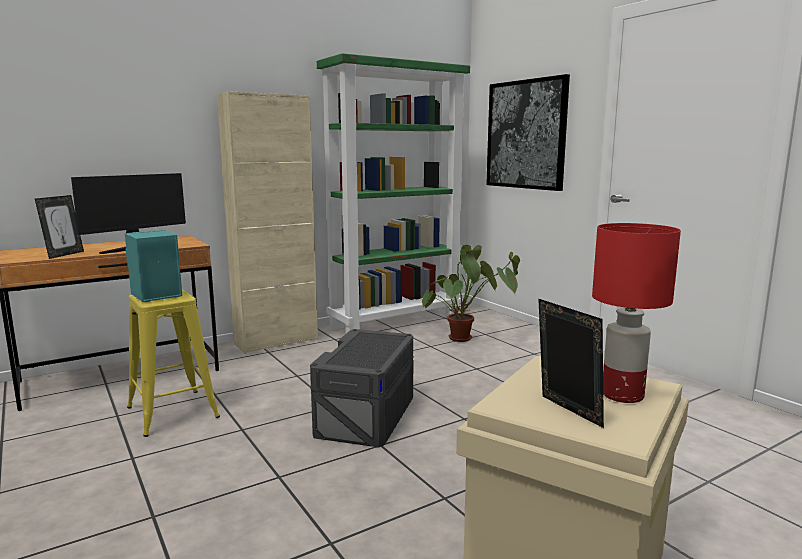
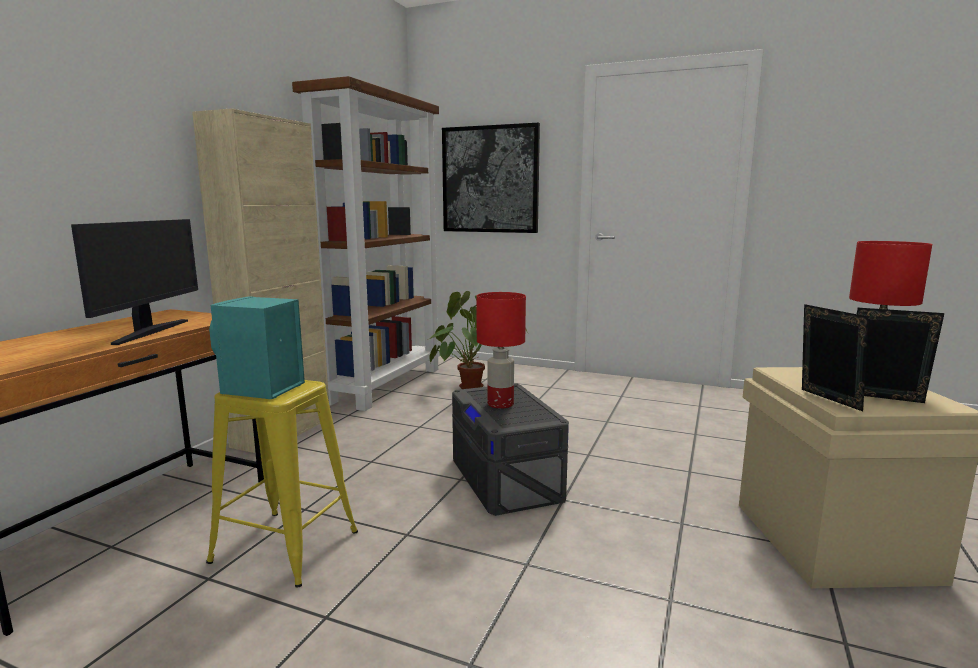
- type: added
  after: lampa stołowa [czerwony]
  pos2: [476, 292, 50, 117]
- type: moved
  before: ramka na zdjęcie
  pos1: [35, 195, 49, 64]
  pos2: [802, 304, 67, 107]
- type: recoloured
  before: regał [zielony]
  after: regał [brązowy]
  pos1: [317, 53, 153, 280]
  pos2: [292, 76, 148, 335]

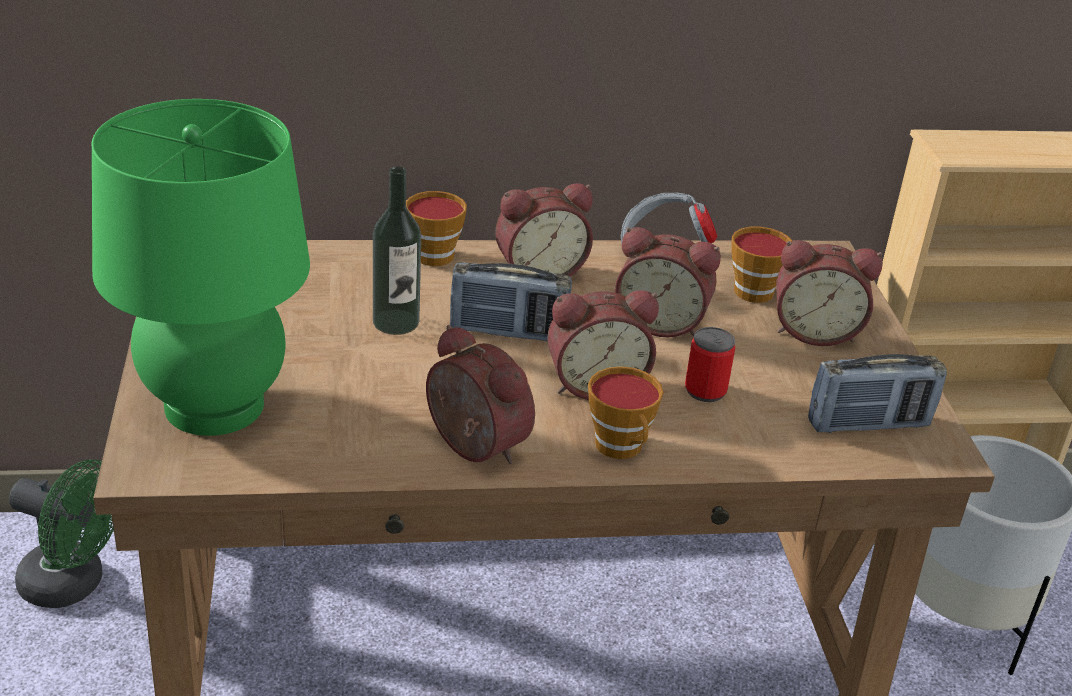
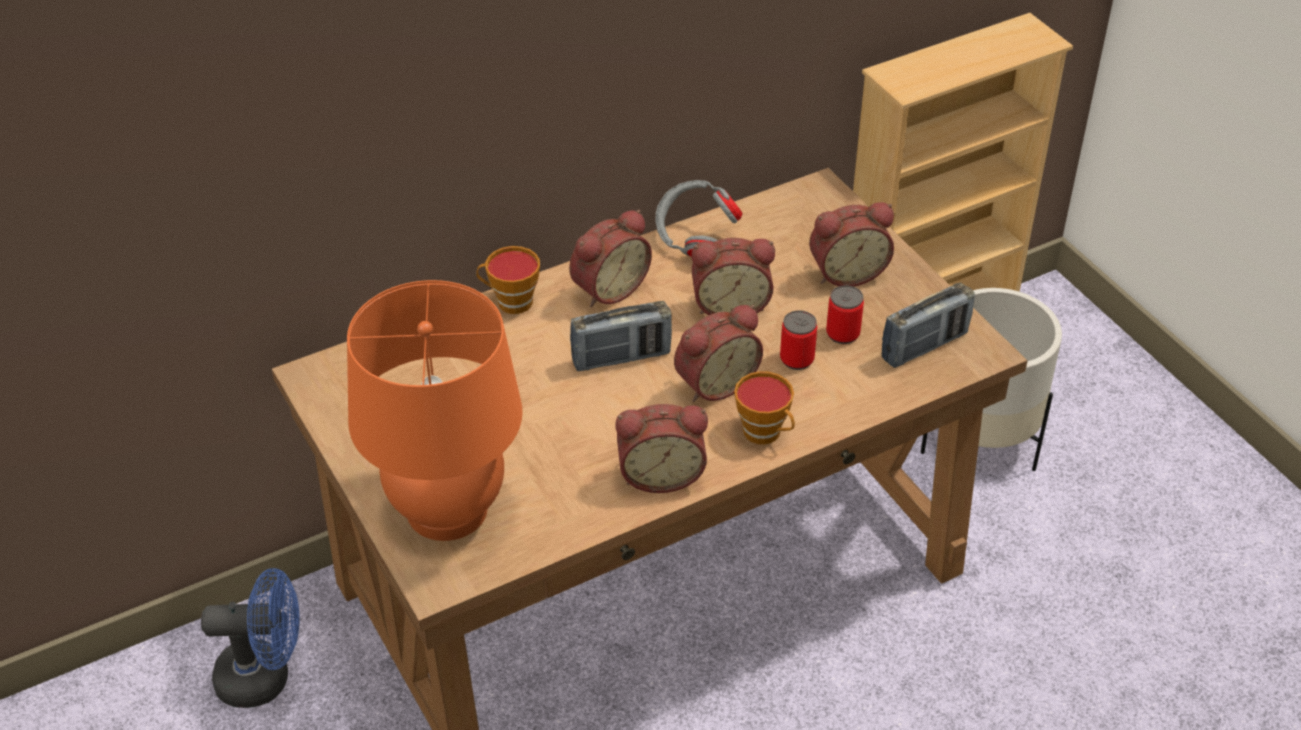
- type: removed
  before: butelka
  pos1: [373, 167, 48, 168]
- type: removed
  before: filiżanka
  pos1: [732, 227, 60, 76]
- type: added
  after: puszka
  pos2: [826, 285, 38, 59]
- type: recoloured
  before: wentylator [zielony]
  after: wentylator [niebieski]
  pos1: [9, 459, 105, 149]
  pos2: [201, 568, 98, 140]
- type: recoloured
  before: lampa stołowa [zielony]
  after: lampa stołowa [pomarańczowy]
  pos1: [92, 99, 218, 337]
  pos2: [347, 280, 175, 261]
- type: turned
  before: budzik
  pos1: [426, 325, 109, 139]
  pos2: [615, 404, 93, 89]
  turn: 150

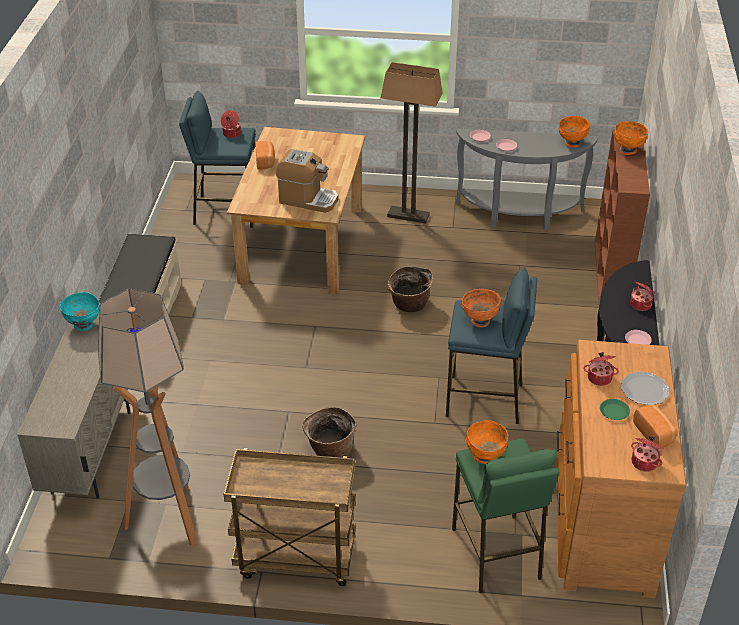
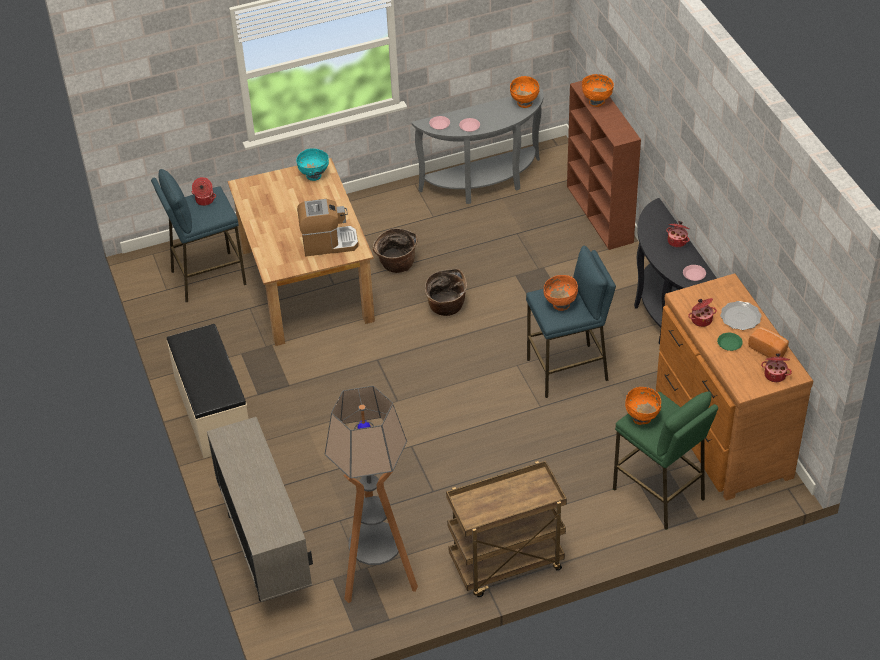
- type: removed
  before: chleb
  pos1: [256, 141, 19, 29]
- type: removed
  before: lampa stojąca
  pos1: [381, 62, 62, 162]
- type: moved
  before: miska [turkusowy]
  pos1: [60, 292, 39, 39]
  pos2: [296, 148, 33, 33]
- type: moved
  before: koszyk
  pos1: [302, 407, 55, 51]
  pos2: [373, 228, 45, 45]

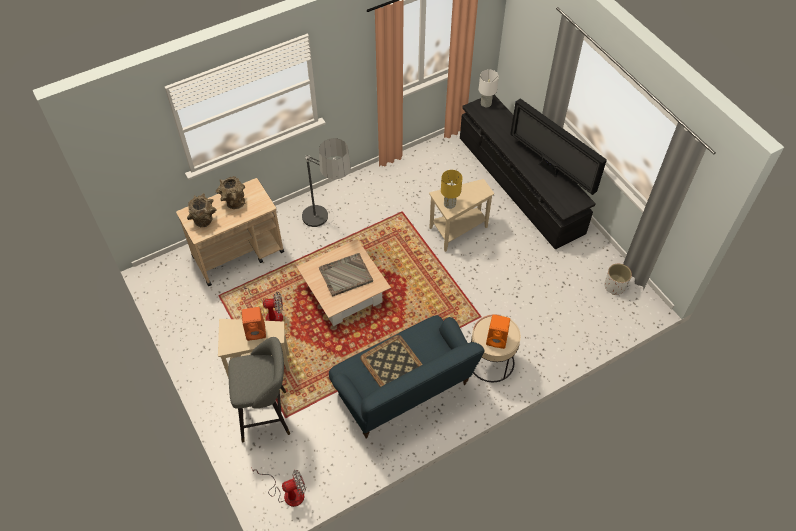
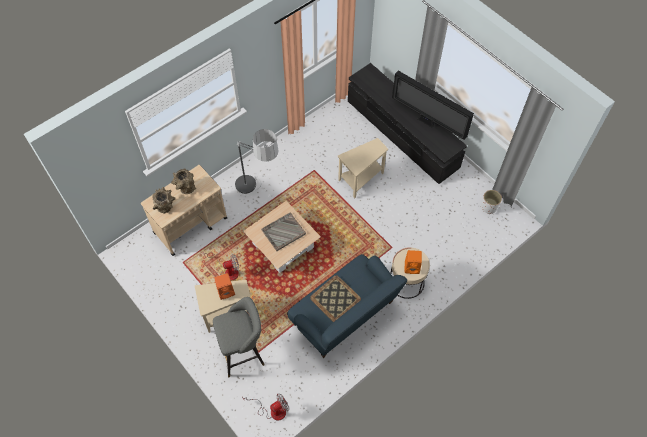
- type: removed
  before: lampa stołowa [żółty]
  pos1: [441, 170, 21, 39]
- type: removed
  before: lampa stołowa [biały]
  pos1: [479, 70, 20, 37]

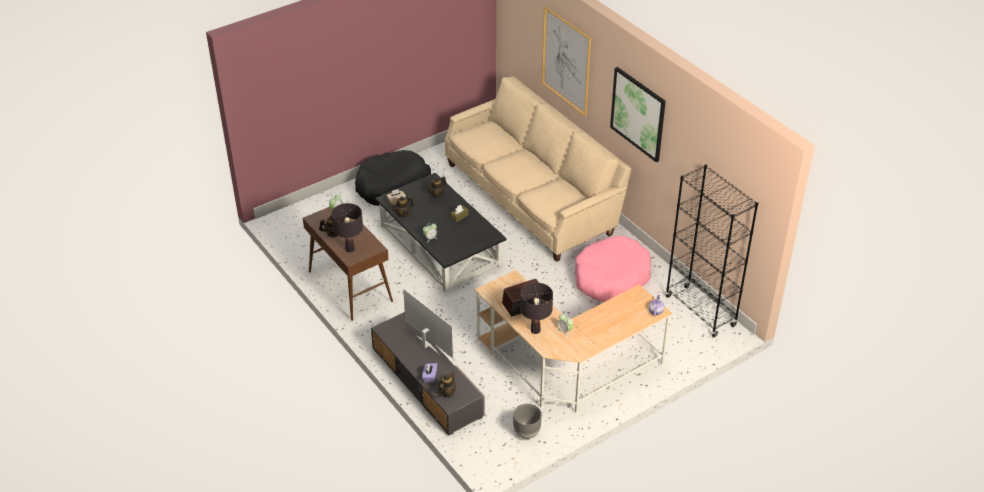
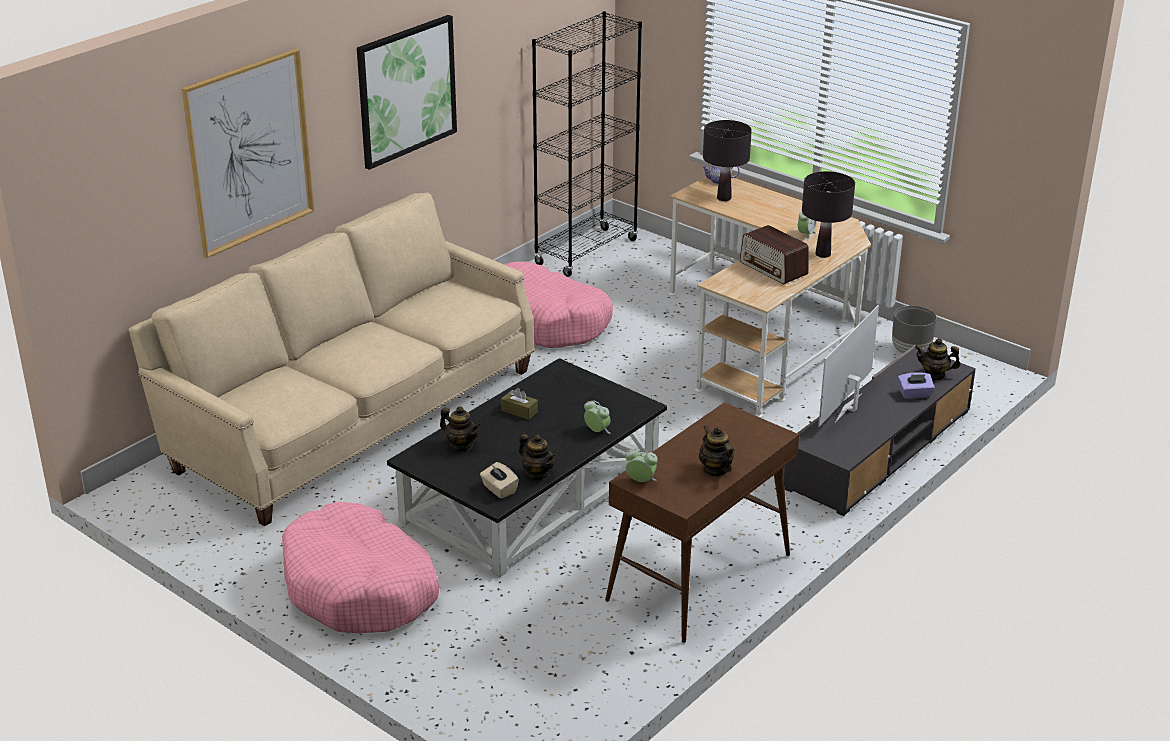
- type: moved
  before: lampa stołowa [czarny]
  pos1: [331, 203, 32, 49]
  pos2: [703, 120, 49, 81]
- type: recoloured
  before: legowisko [czarny]
  after: legowisko [różowy]
  pos1: [355, 150, 76, 56]
  pos2: [282, 502, 157, 131]

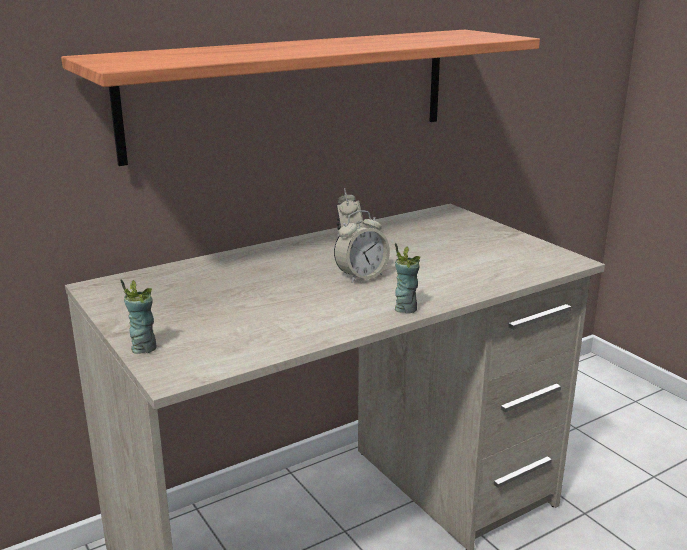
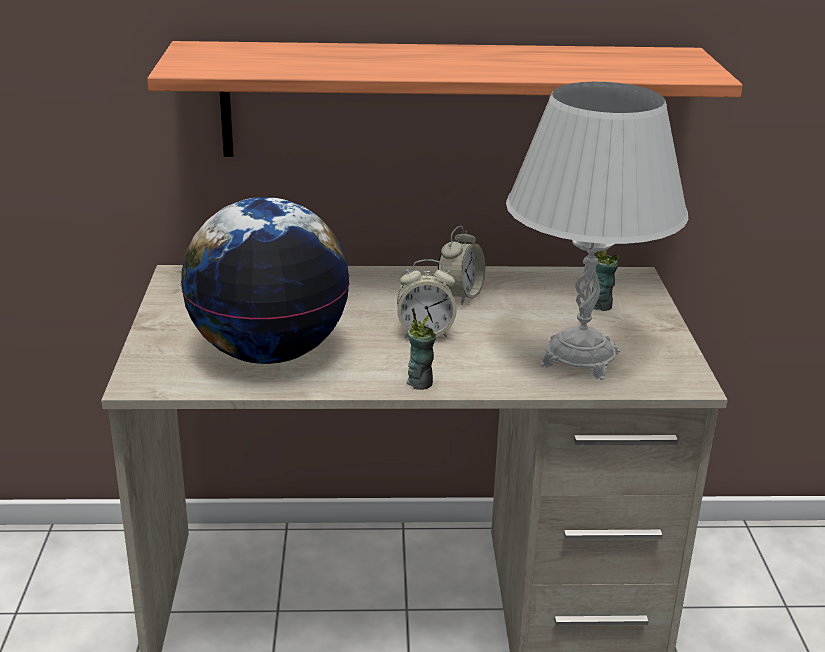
- type: added
  after: globus
  pos2: [181, 197, 169, 167]
- type: added
  after: lampa stołowa [biały]
  pos2: [506, 82, 182, 298]
- type: moved
  before: filiżanka
  pos1: [120, 279, 37, 75]
  pos2: [590, 250, 30, 61]

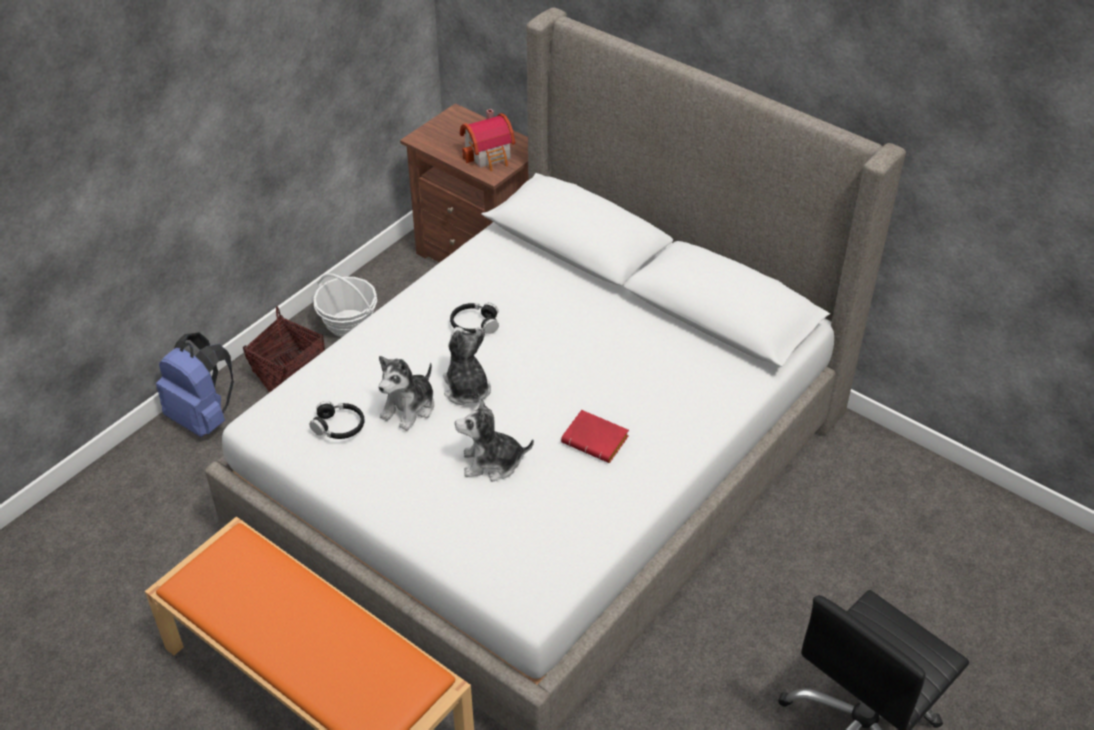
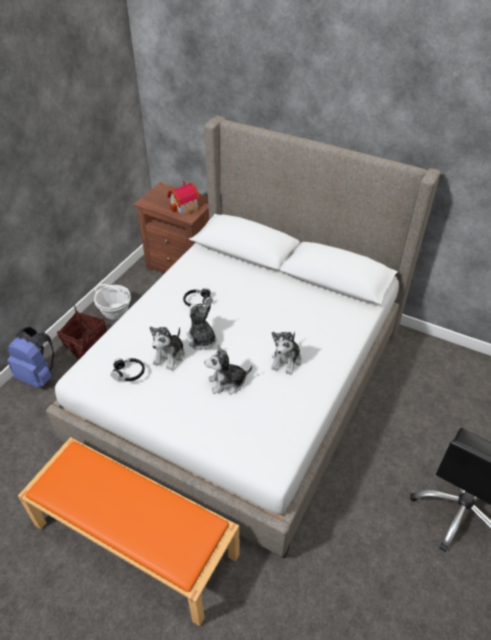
- type: replaced
  before: książka [czerwony]
  after: pluszak
  pos1: [561, 410, 68, 53]
  pos2: [271, 331, 30, 44]

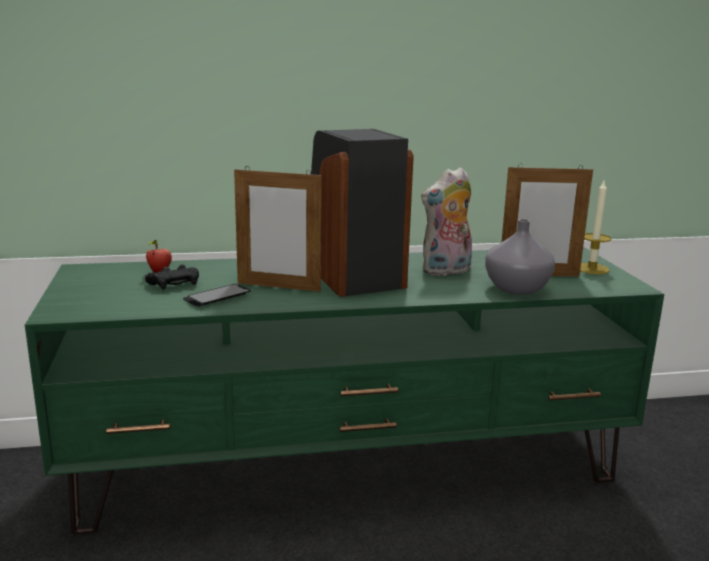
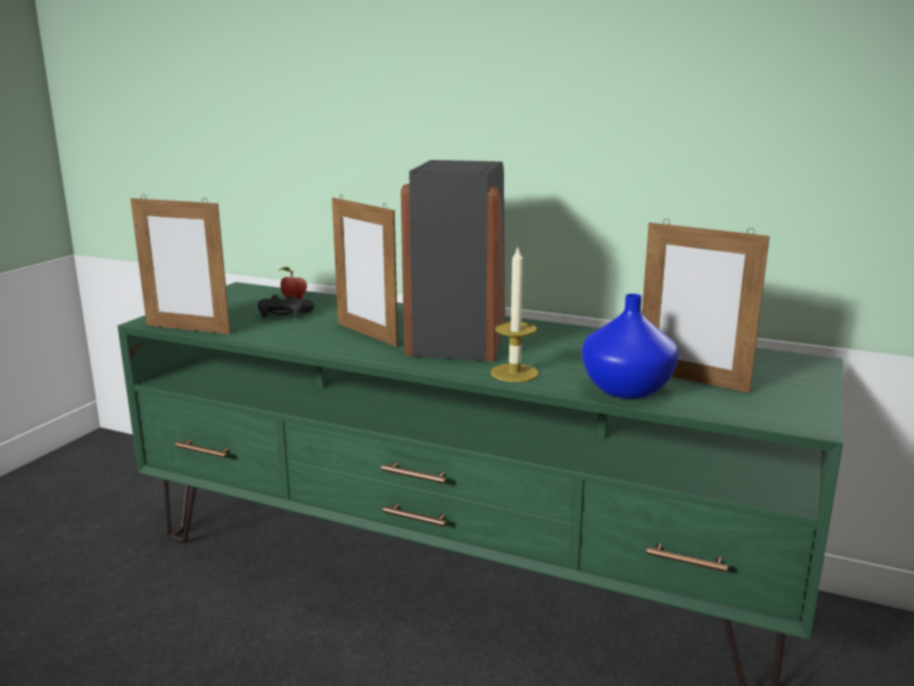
- type: removed
  before: telefon
  pos1: [183, 284, 68, 22]
- type: removed
  before: pluszak
  pos1: [421, 167, 51, 109]
- type: added
  after: ramka na zdjęcie
  pos2: [130, 194, 100, 140]
- type: moved
  before: świeca
  pos1: [580, 181, 31, 93]
  pos2: [491, 247, 48, 135]
- type: recoloured
  before: wazon [szary]
  after: wazon [niebieski]
  pos1: [485, 219, 70, 76]
  pos2: [582, 294, 96, 105]

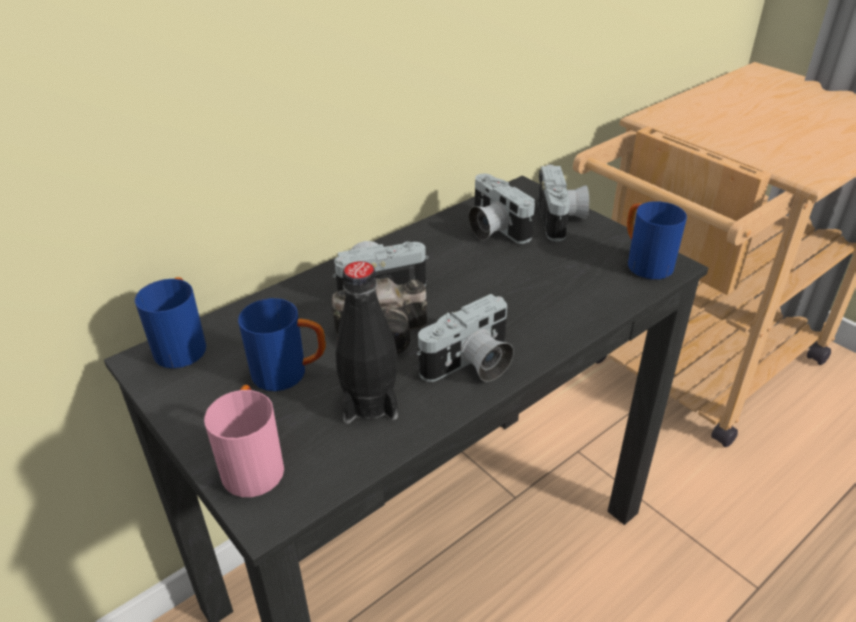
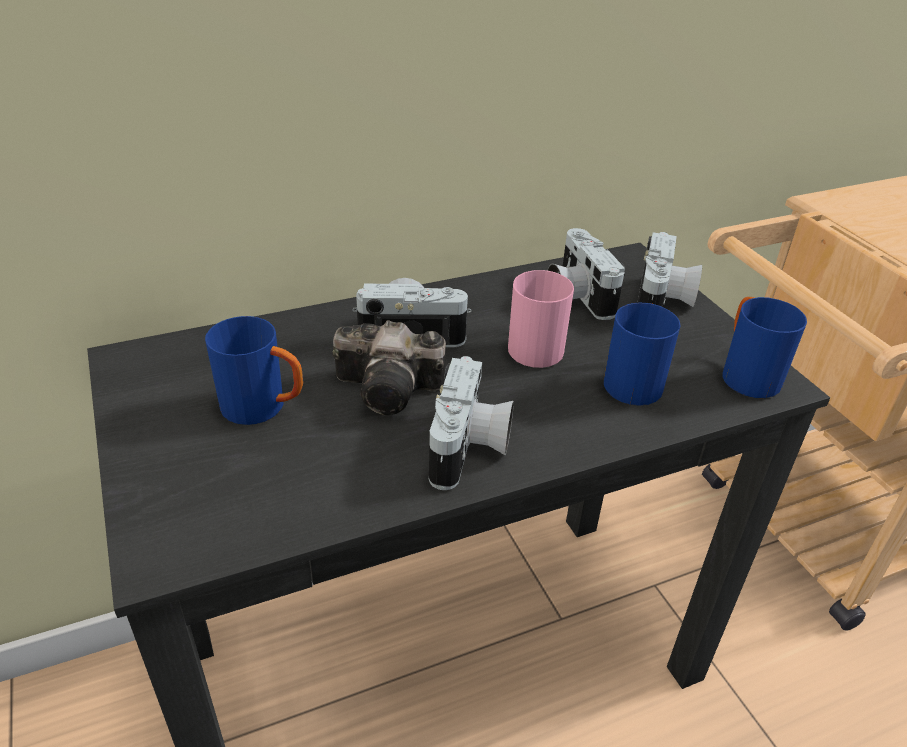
- type: removed
  before: butelka [czarny]
  pos1: [335, 261, 63, 163]
- type: moved
  before: kubek [niebieski]
  pos1: [135, 277, 71, 91]
  pos2: [604, 303, 76, 103]
- type: moved
  before: kubek [różowy]
  pos1: [204, 385, 80, 112]
  pos2: [508, 270, 66, 98]
- type: turned
  before: aparat fotograficzny
  pos1: [417, 294, 97, 88]
  pos2: [429, 356, 85, 134]
  turn: -60

